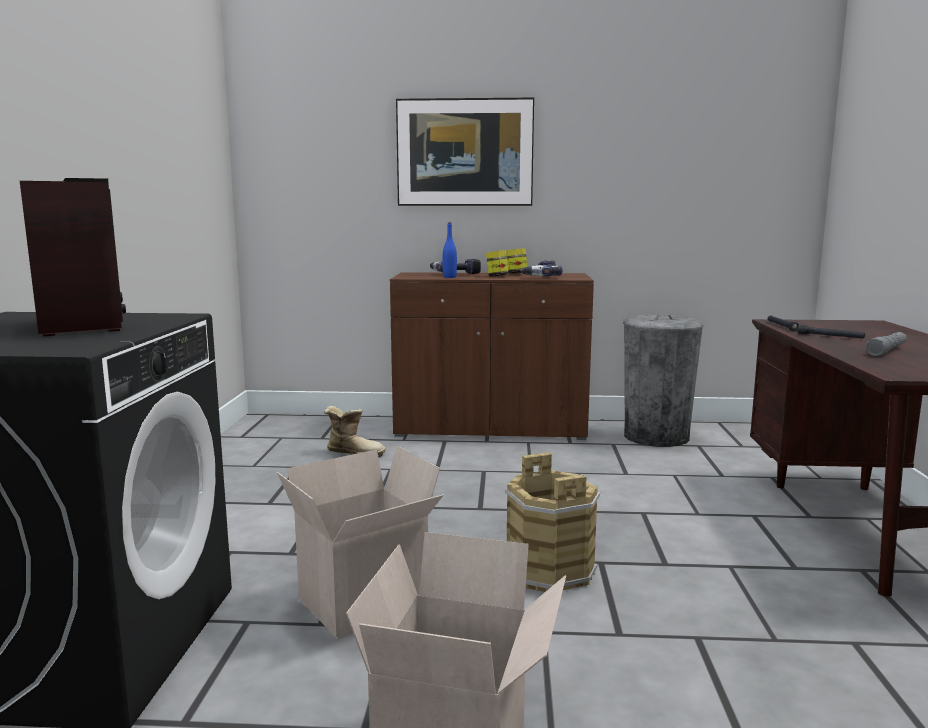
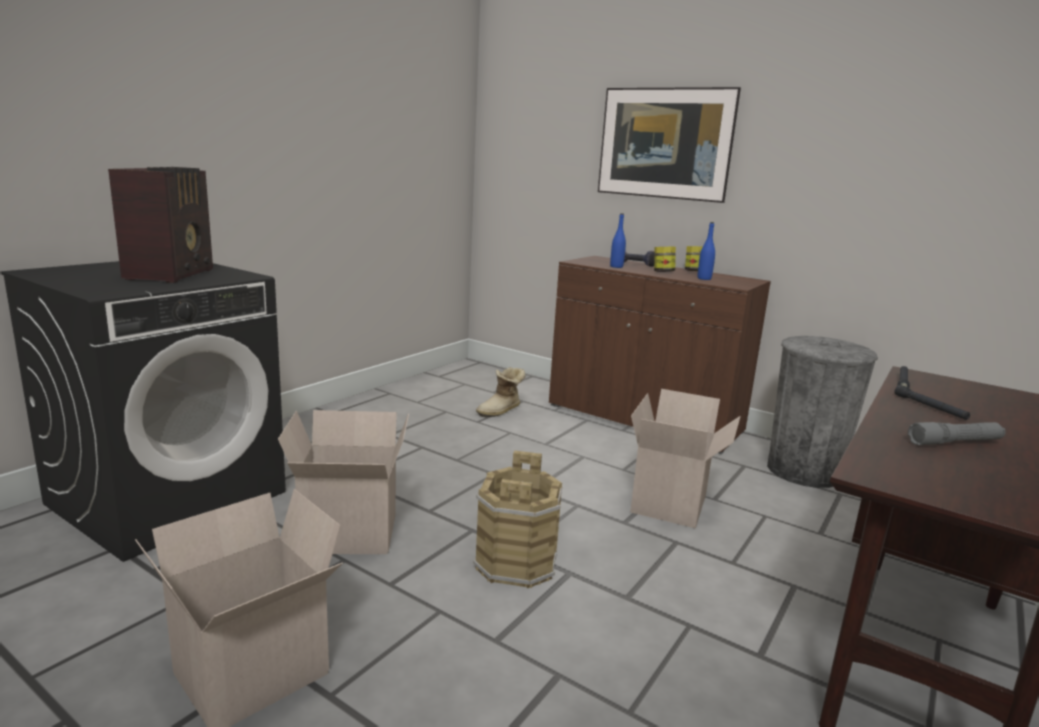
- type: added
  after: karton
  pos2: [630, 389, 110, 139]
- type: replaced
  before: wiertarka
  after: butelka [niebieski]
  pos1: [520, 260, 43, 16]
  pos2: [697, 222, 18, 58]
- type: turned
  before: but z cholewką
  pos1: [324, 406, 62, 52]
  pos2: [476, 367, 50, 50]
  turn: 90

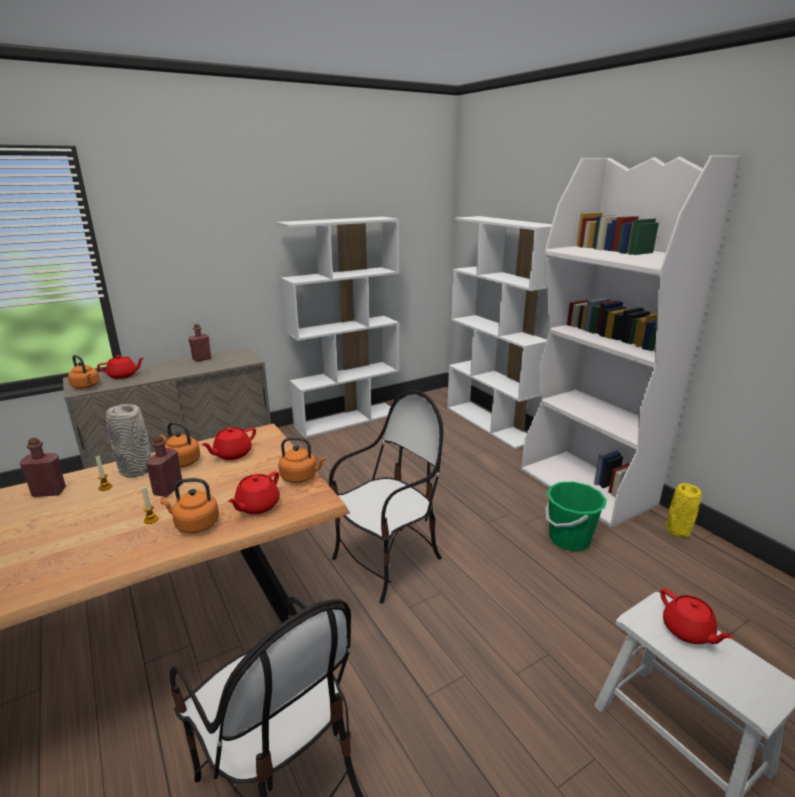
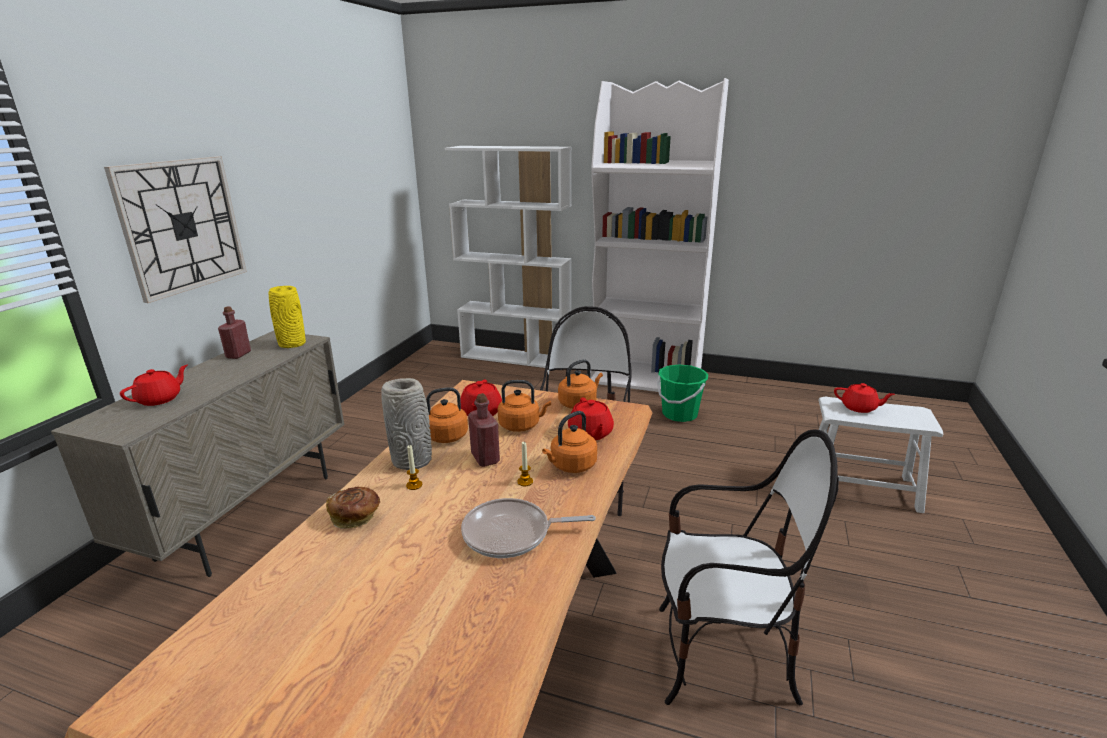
- type: removed
  before: regał [biały]
  pos1: [276, 217, 123, 221]
- type: added
  after: zegar ścienny
  pos2: [104, 156, 143, 147]
- type: added
  after: patelnia
  pos2: [461, 498, 135, 60]
- type: moved
  before: czajnik [pomarańczowy]
  pos1: [68, 355, 32, 34]
  pos2: [498, 380, 53, 52]
- type: moved
  before: wazon [żółty]
  pos1: [666, 483, 36, 55]
  pos2: [268, 286, 38, 62]
- type: replaced
  before: butelka [czerwony]
  after: chleb
  pos1: [20, 438, 46, 59]
  pos2: [326, 487, 54, 41]

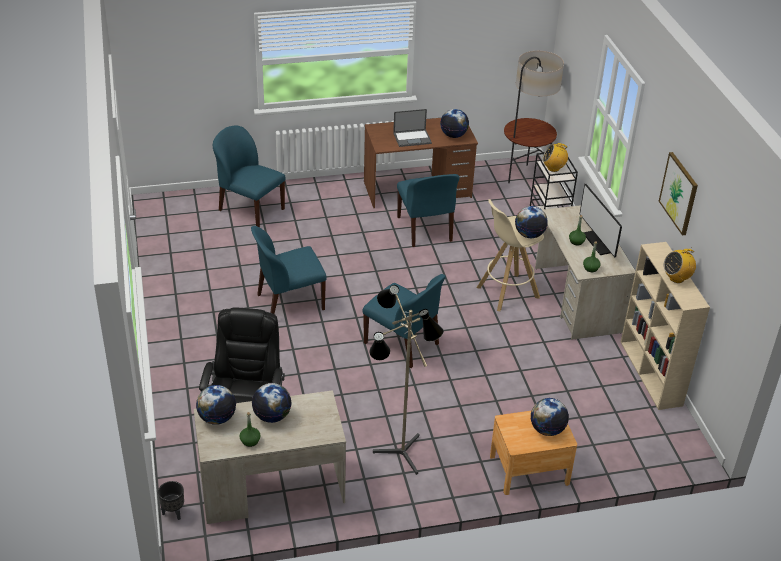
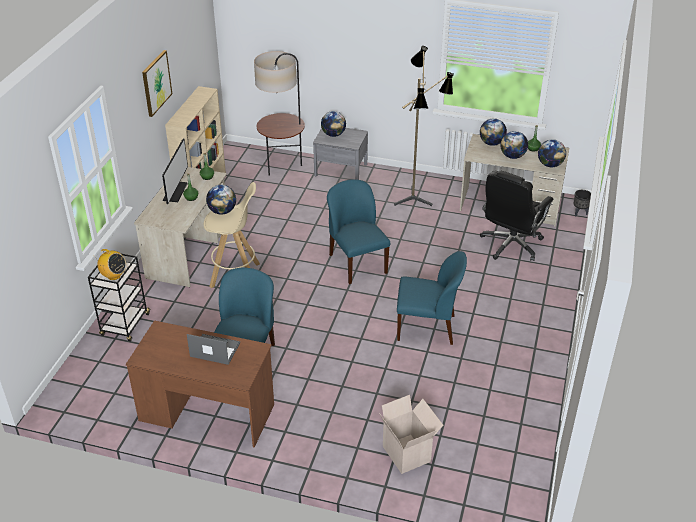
- type: removed
  before: radio
  pos1: [664, 249, 32, 34]
- type: moved
  before: globus
  pos1: [440, 109, 29, 29]
  pos2: [480, 119, 27, 27]
- type: moved
  before: lampa stojąca
  pos1: [504, 51, 60, 132]
  pos2: [254, 51, 51, 125]
- type: replaced
  before: krzesło [niebieski]
  after: karton
  pos1: [213, 125, 73, 102]
  pos2: [379, 395, 64, 79]
- type: recoloured
  before: szafka nocna [brązowy]
  after: szafka nocna [szary]
  pos1: [490, 410, 87, 85]
  pos2: [313, 128, 55, 52]

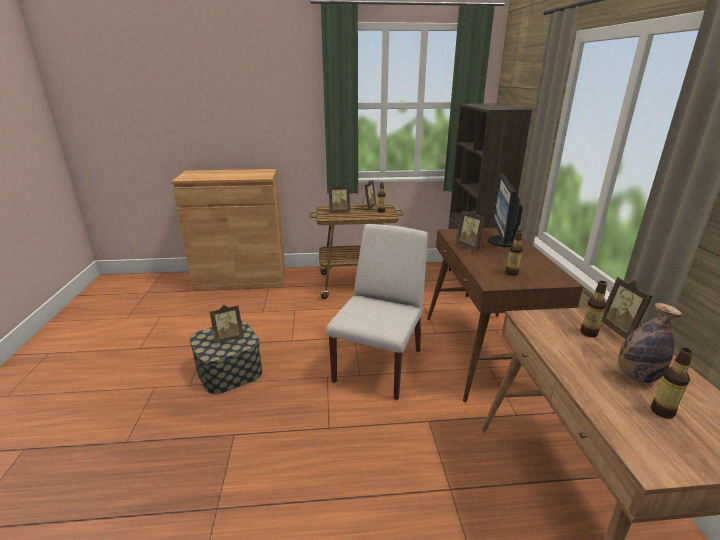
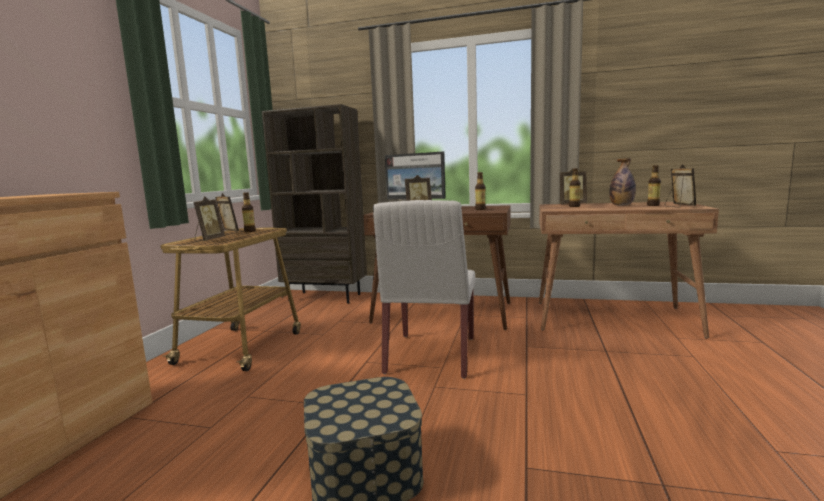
- type: moved
  before: ramka na zdjęcie
  pos1: [209, 305, 35, 39]
  pos2: [665, 164, 31, 44]
- type: turned
  before: krzesło [biały]
  pos1: [326, 224, 102, 176]
  pos2: [373, 200, 102, 179]
  turn: -120

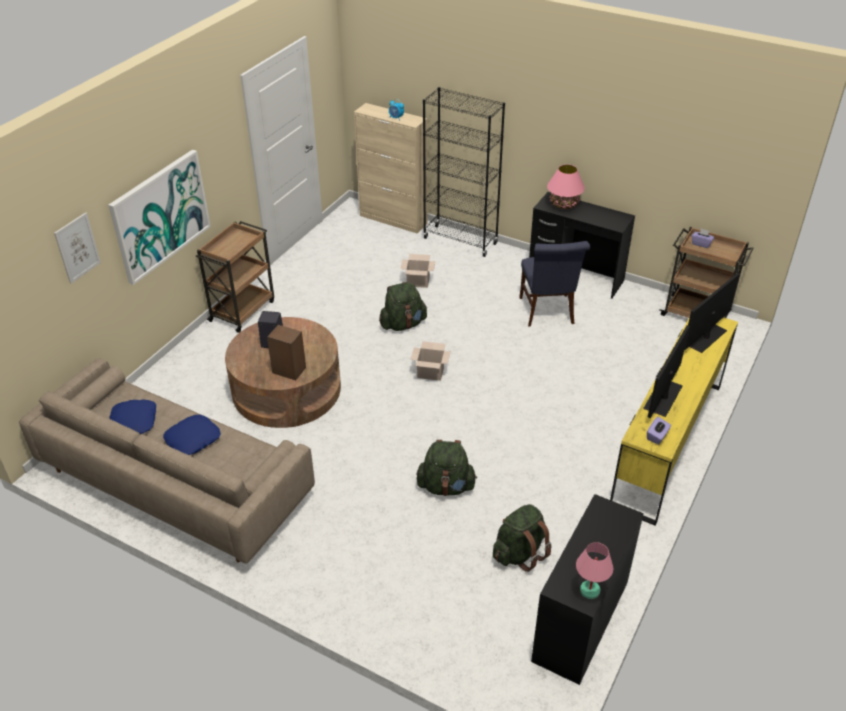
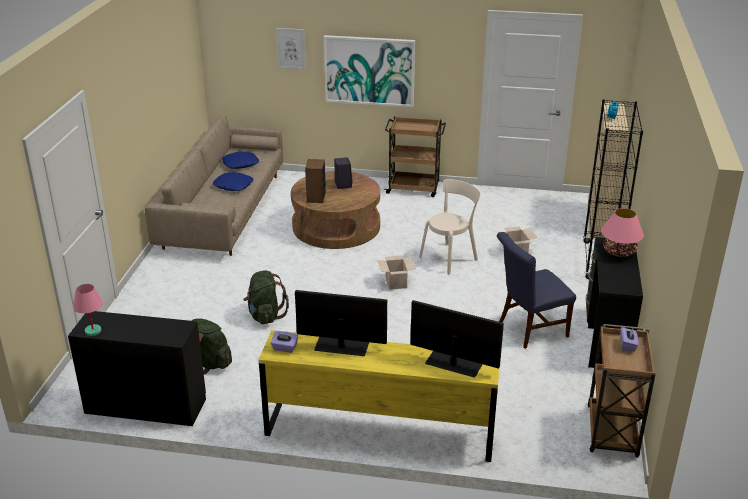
- type: replaced
  before: plecak [zielony]
  after: krzesło [beżowy]
  pos1: [379, 282, 48, 49]
  pos2: [419, 179, 62, 95]

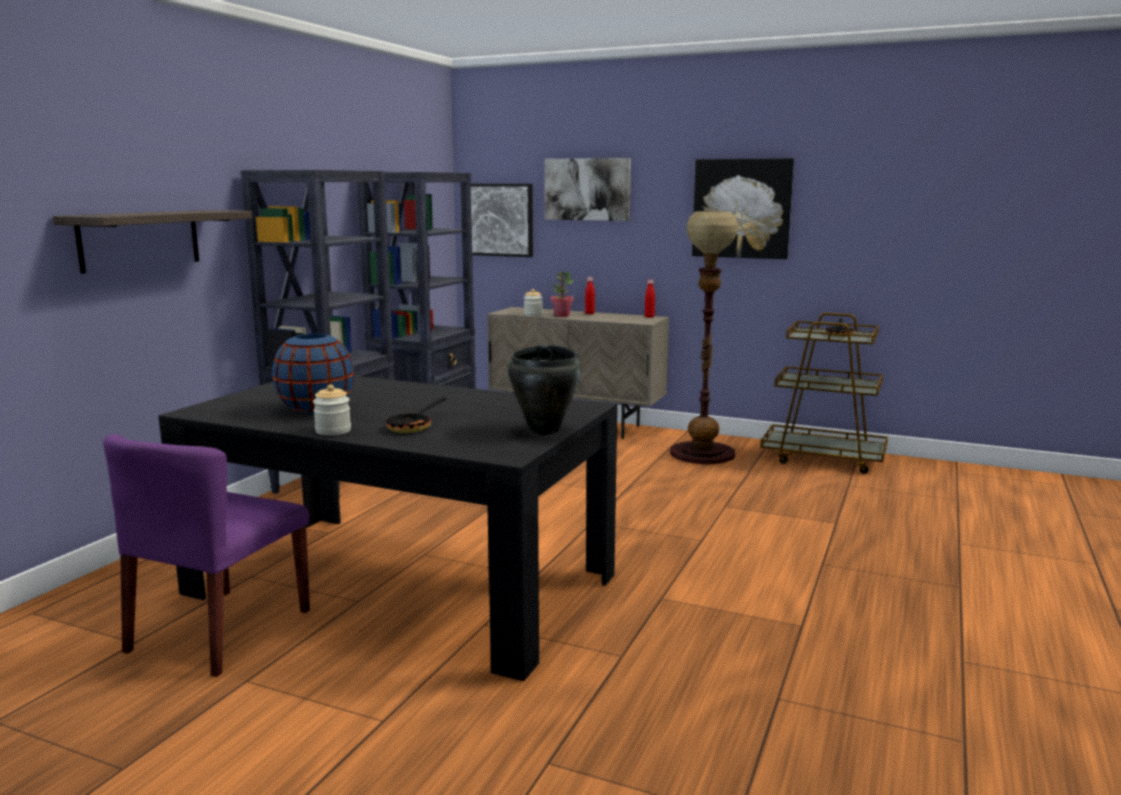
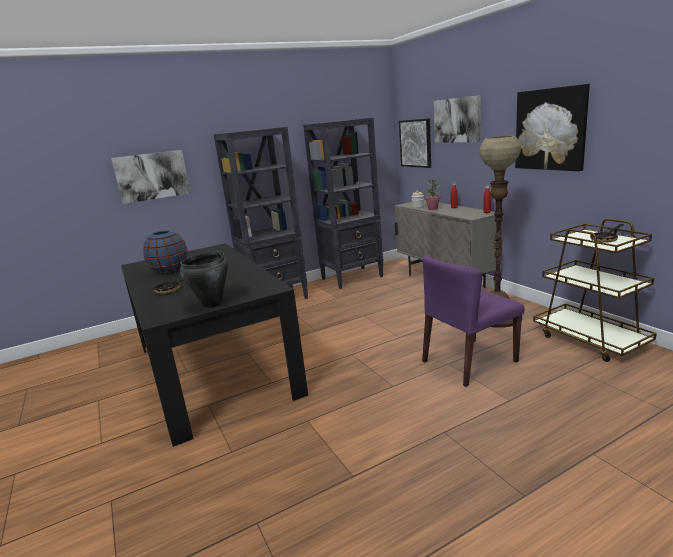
- type: removed
  before: słoik
  pos1: [313, 385, 38, 51]
- type: moved
  before: krzesło [fioletowy]
  pos1: [103, 434, 207, 243]
  pos2: [422, 254, 102, 133]
- type: replaced
  before: półka
  after: obraz
  pos1: [53, 210, 199, 64]
  pos2: [111, 150, 79, 54]

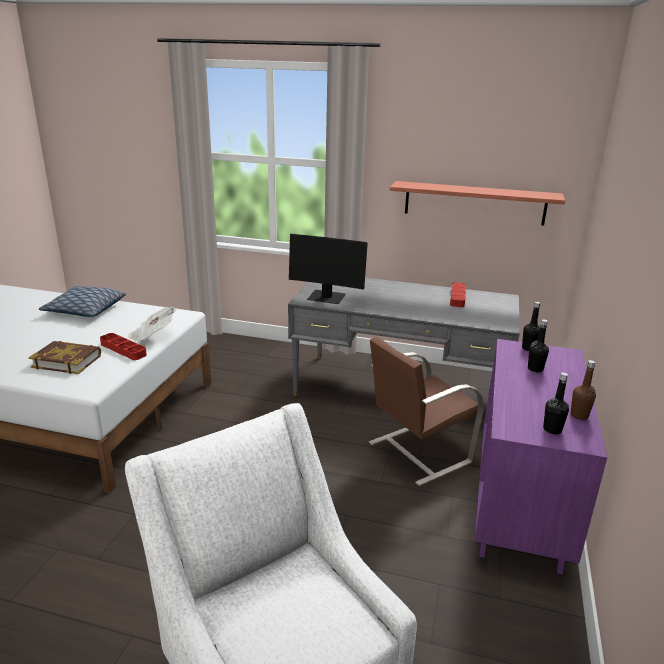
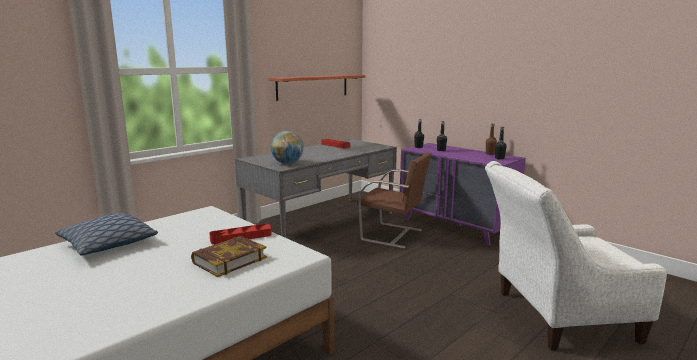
- type: removed
  before: gazeta
  pos1: [128, 307, 48, 36]
- type: replaced
  before: monitor
  after: globus
  pos1: [289, 234, 79, 70]
  pos2: [271, 131, 33, 33]
- type: turned
  before: krzesło [brązowy]
  pos1: [369, 337, 115, 149]
  pos2: [357, 152, 75, 97]
  turn: -60

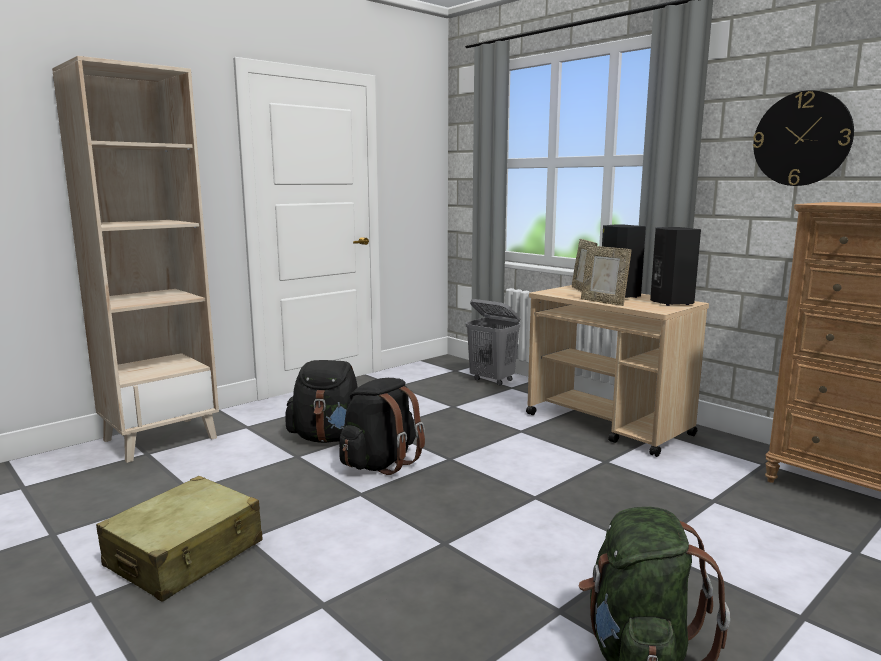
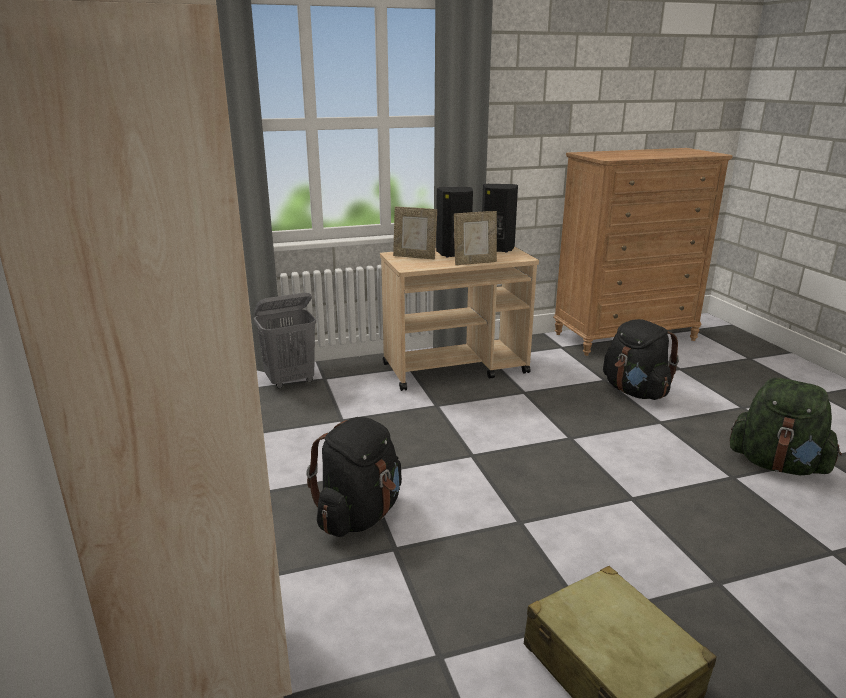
- type: removed
  before: zegar ścienny
  pos1: [753, 90, 101, 96]
- type: moved
  before: plecak [czarny]
  pos1: [339, 378, 86, 97]
  pos2: [603, 319, 76, 81]

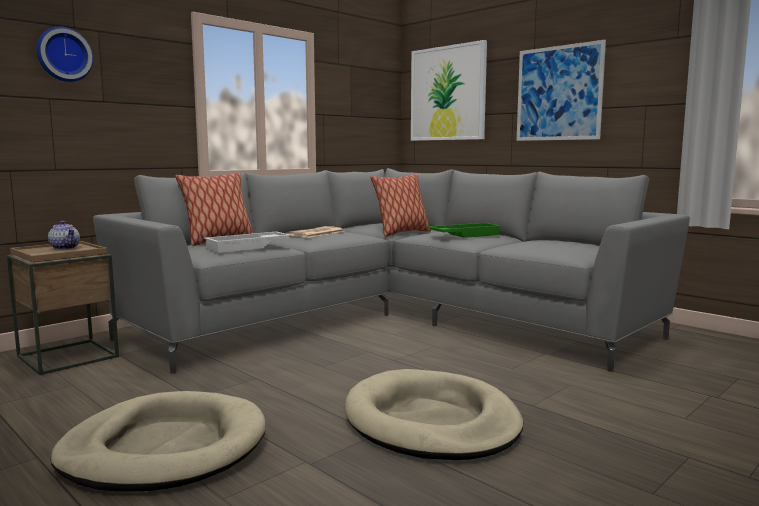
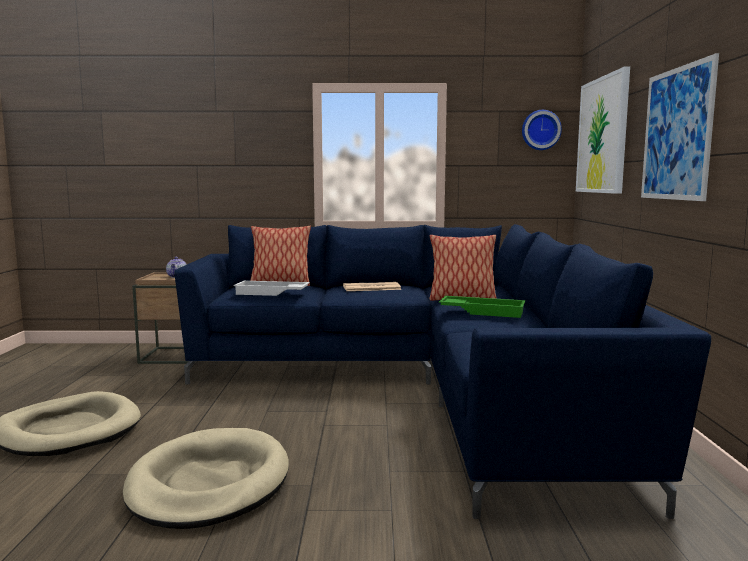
- type: moved
  before: zegar ścienny
  pos1: [36, 27, 57, 55]
  pos2: [522, 110, 40, 40]
- type: recoloured
  before: kanapa [szary]
  after: kanapa [niebieski]
  pos1: [93, 168, 597, 206]
  pos2: [174, 224, 537, 295]

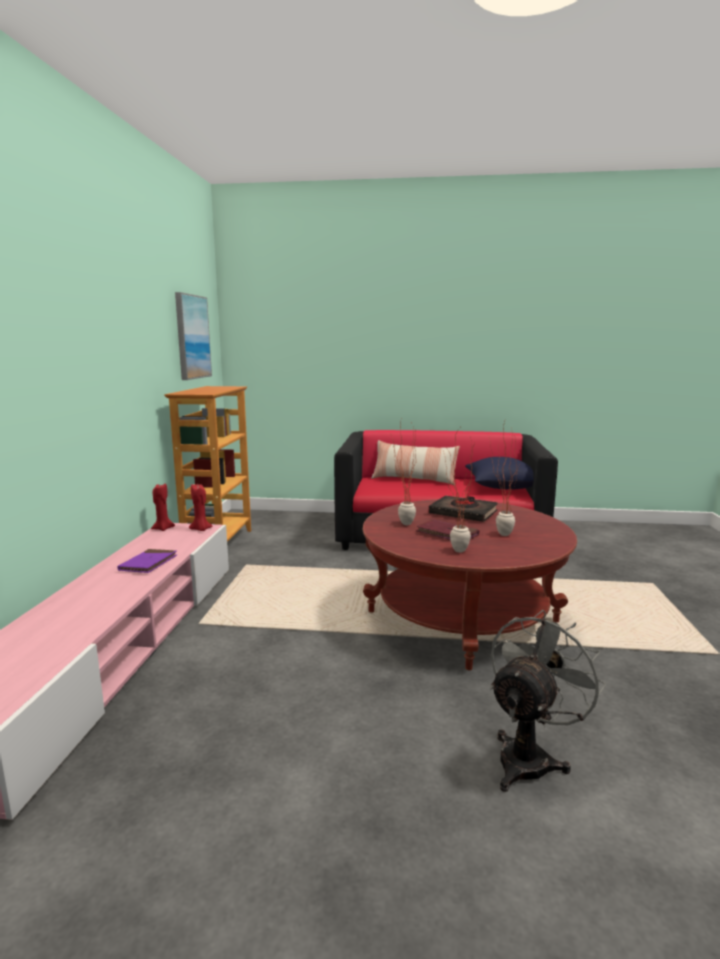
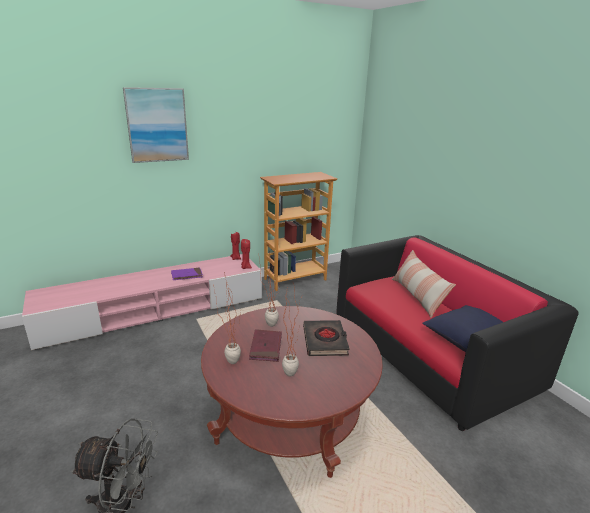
- type: moved
  before: obraz
  pos1: [175, 292, 37, 88]
  pos2: [123, 87, 66, 76]

